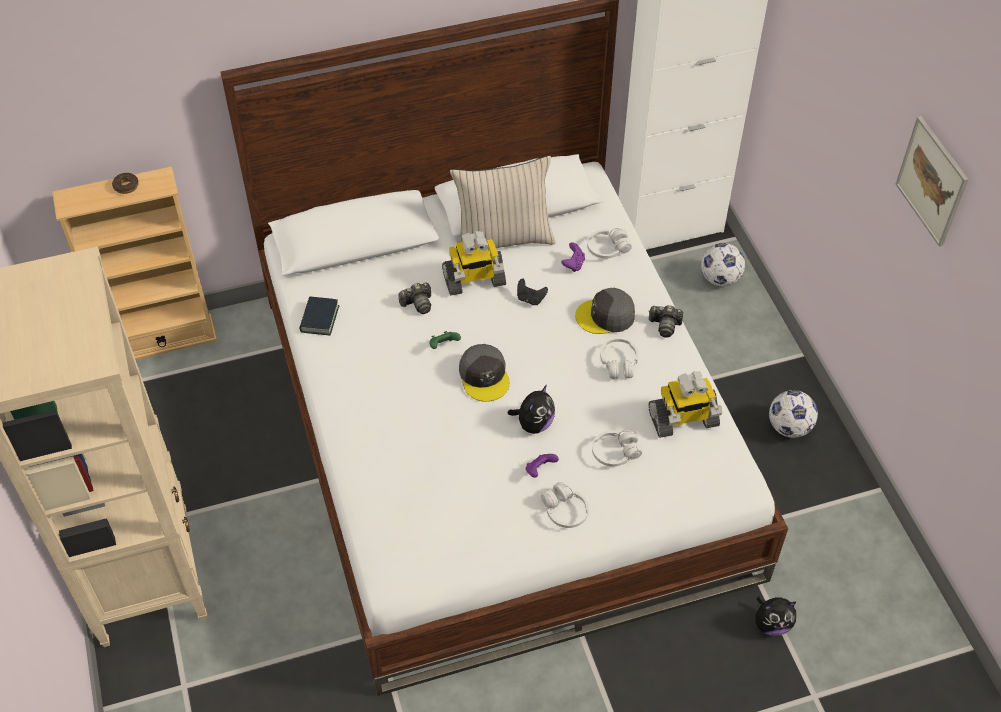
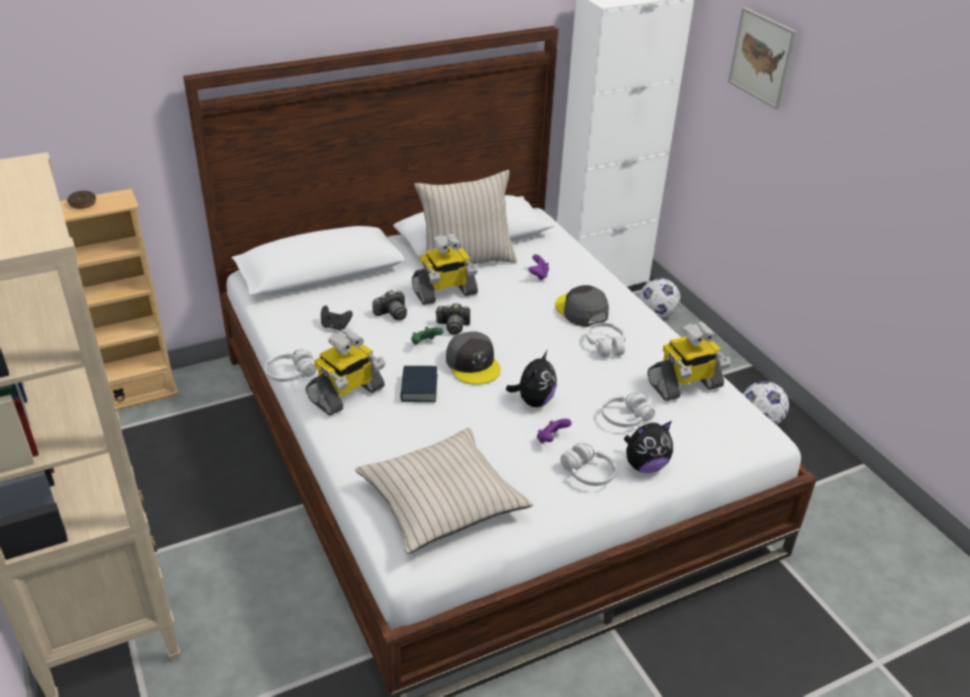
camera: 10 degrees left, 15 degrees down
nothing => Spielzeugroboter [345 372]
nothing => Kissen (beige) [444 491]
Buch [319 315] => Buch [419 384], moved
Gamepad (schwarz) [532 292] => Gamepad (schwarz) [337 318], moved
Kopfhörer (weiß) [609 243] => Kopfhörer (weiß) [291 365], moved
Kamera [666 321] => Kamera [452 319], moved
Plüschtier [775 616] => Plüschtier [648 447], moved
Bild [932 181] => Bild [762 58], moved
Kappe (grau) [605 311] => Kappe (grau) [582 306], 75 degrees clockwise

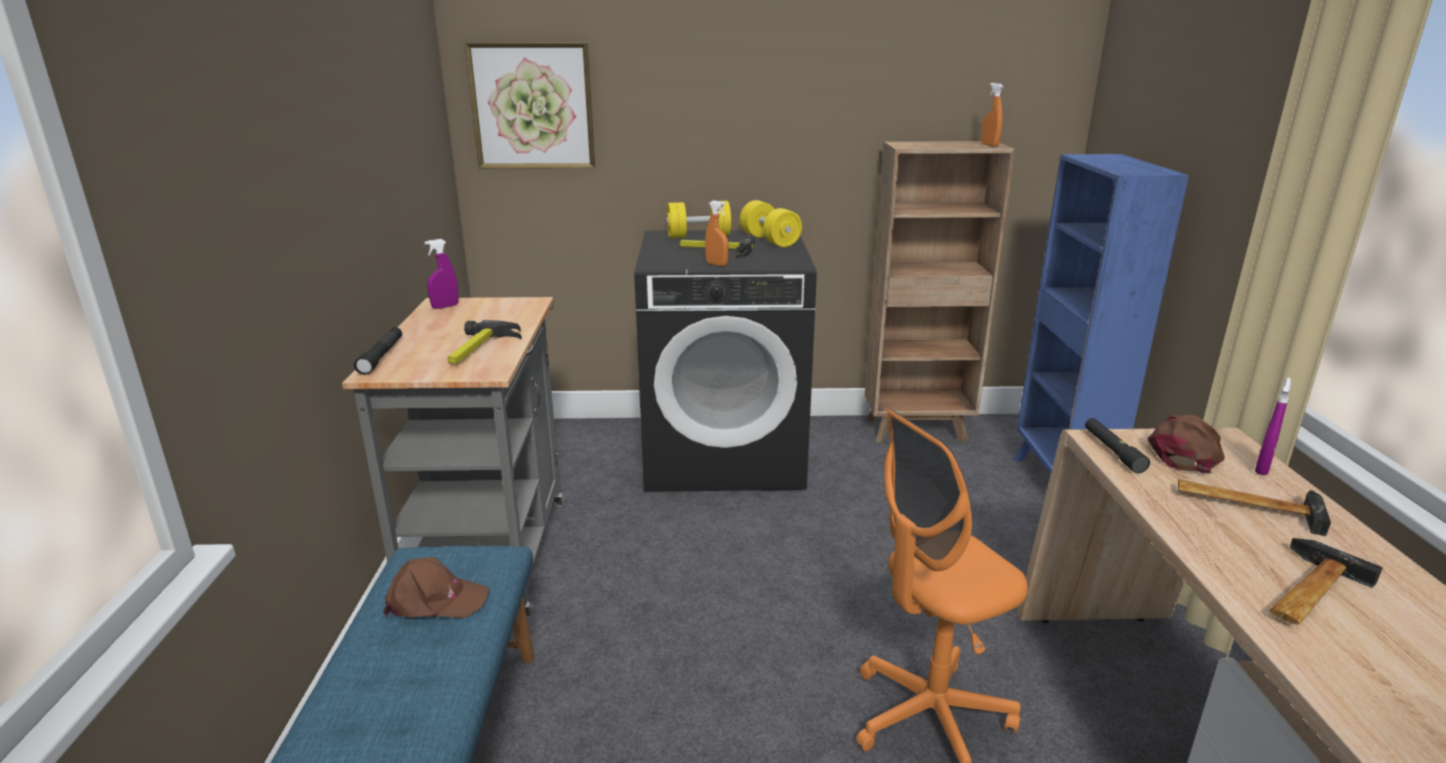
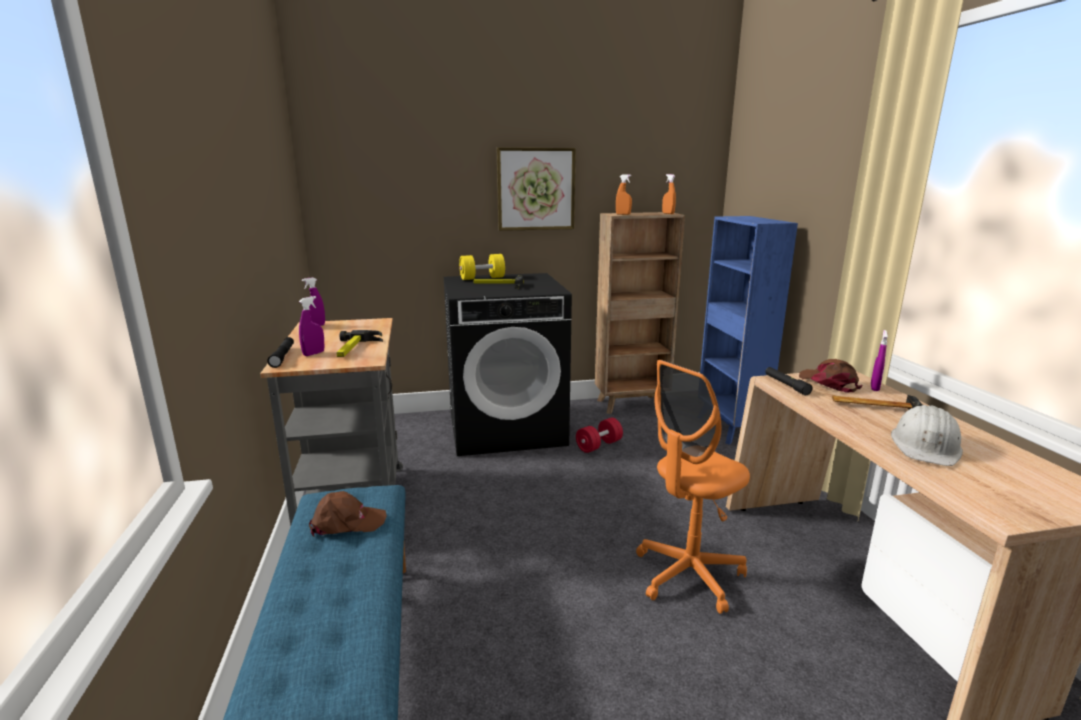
camera: 10 degrees left, 5 degrees down
Hantel (gelb) [771 223] => nothing
nothing => Sprühflasche (lila) [311 326]
nothing => Hantel (rot) [599 435]
Bild [529 105] => Bild [536 189], moved
Sprühflasche (orange) [717 233] => Sprühflasche (orange) [624 194], moved
Hammer [1326 581] => Schutzhelm (weiß) [927 435]
Kappe (braun) [1186 444] => Kappe (braun) [830 376], 45 degrees counterclockwise

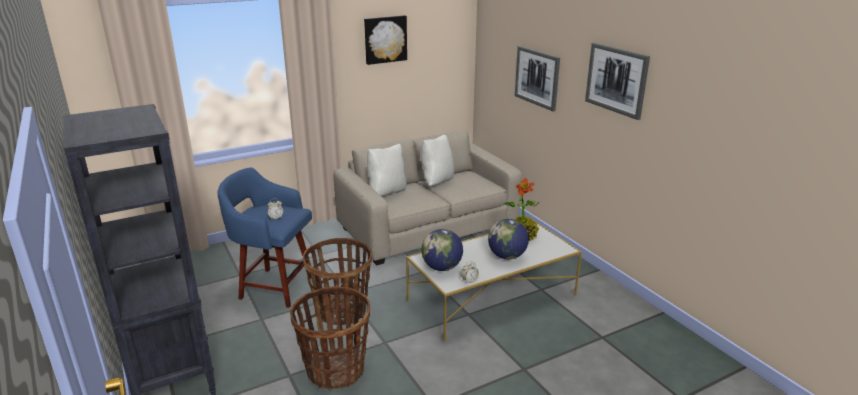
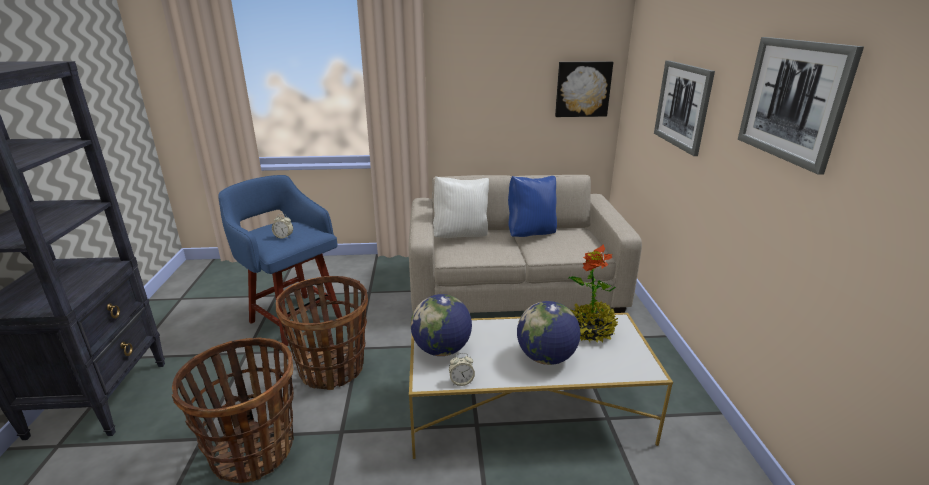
camera: 25 degrees right, 0 degrees up
Bild [385 40] => Bild [584 89], moved
Kissen (weiß) [437 160] => Kissen (blau) [532 206]

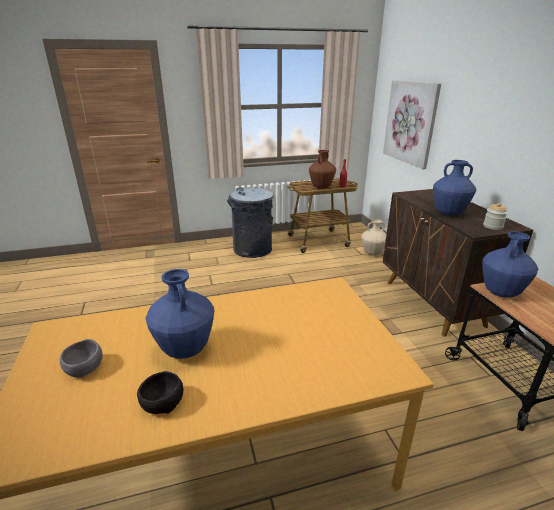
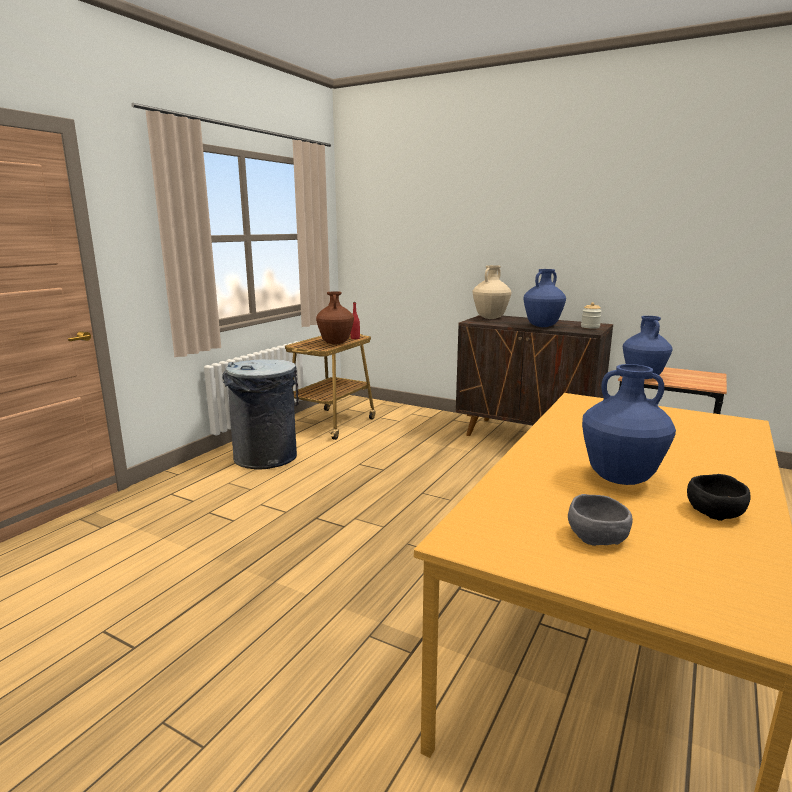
camera: 45 degrees left, 10 degrees down
Bild [412 124] => nothing
Vase (beige) [374 237] => Vase (beige) [492 292], moved

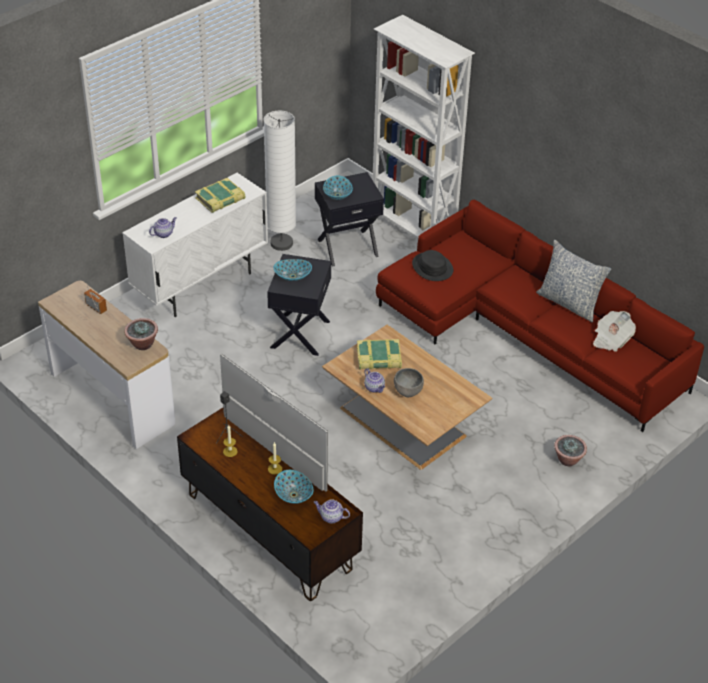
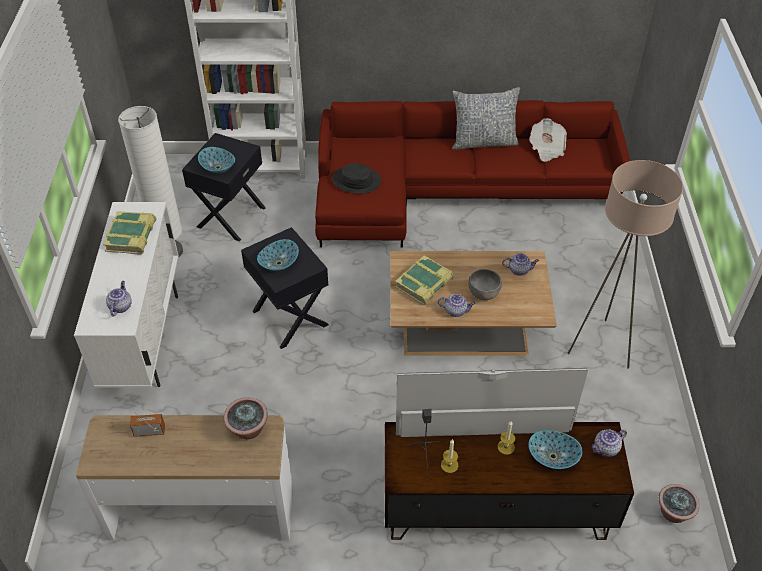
camera: 45 degrees left, 5 degrees up
nothing => Teekanne [520 264]
nothing => Stehlampe (beige) [625 264]
Topfpflanze [570 450] => Topfpflanze [679 503], moved

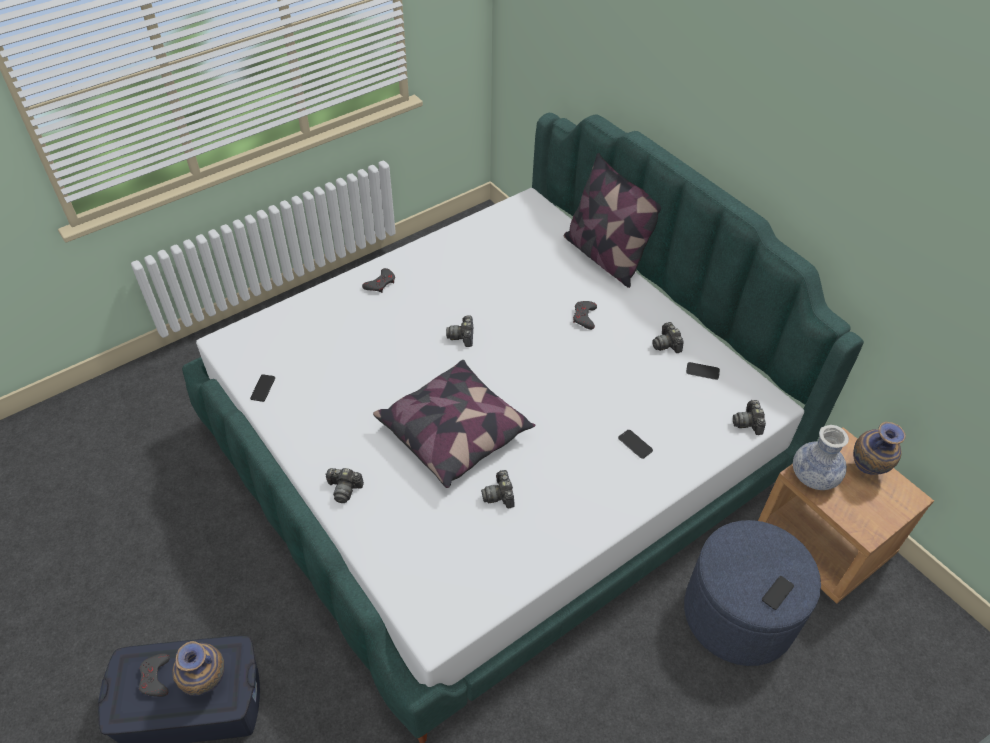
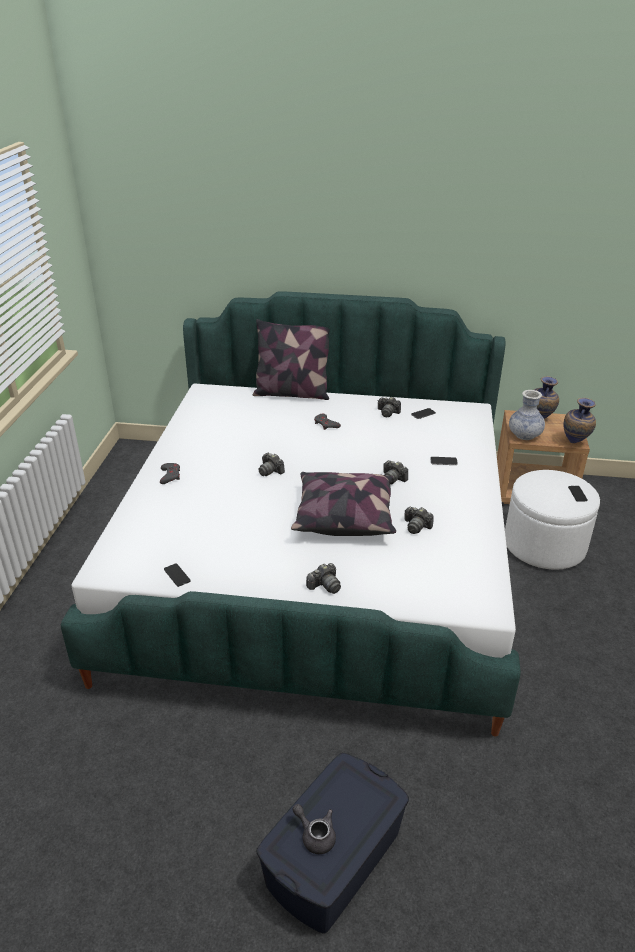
camera: 45 degrees left, 15 degrees down
Vase [198 668] => Vase [579 420], moved
Kamera [749 417] => Kamera [395 472], moved
Gamepad (grau) [154 675] => Teekanne (grau) [314 829]
Polsterhocker (blau) [752 593] => Polsterhocker (weiß) [552 520]

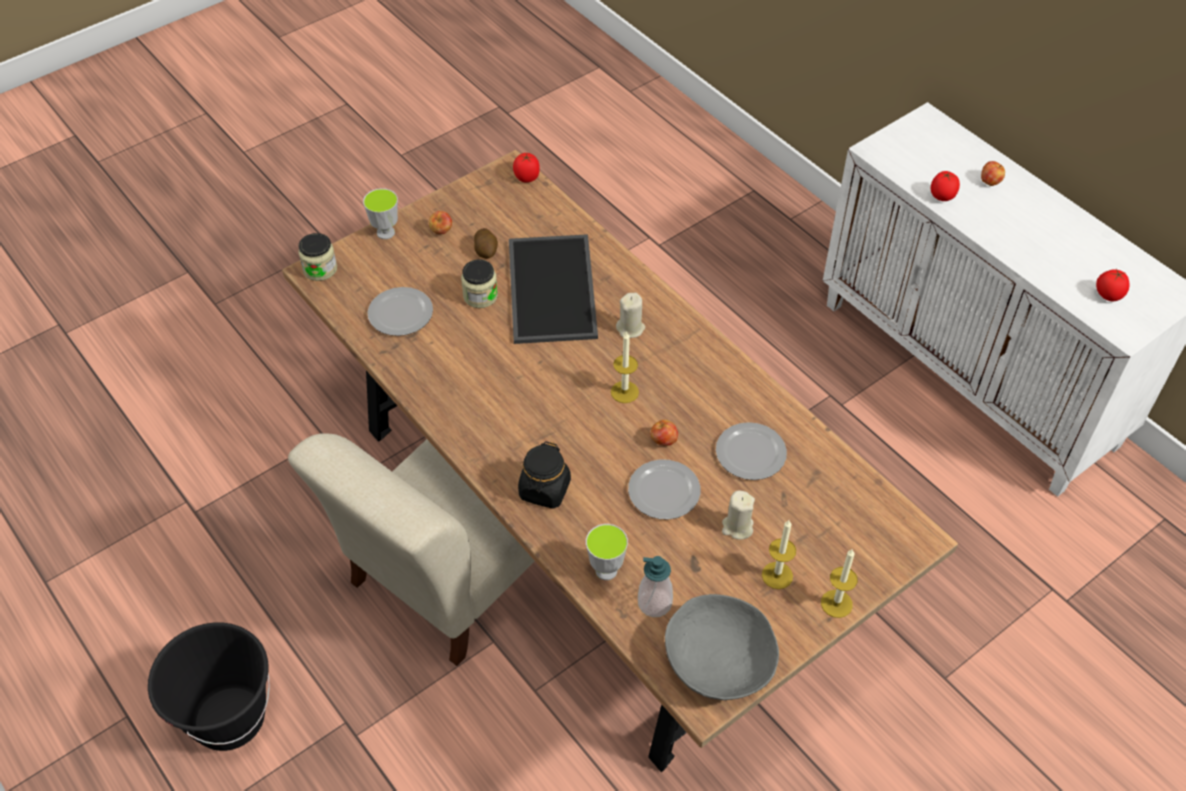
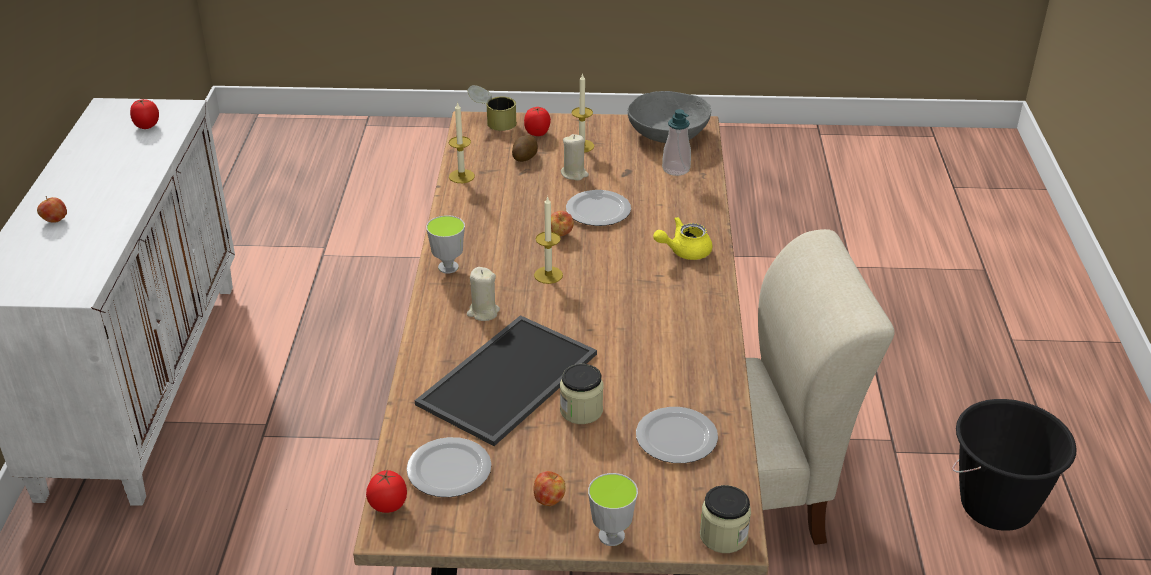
camera: 140 degrees left, 15 degrees down
nothing => Dose [492 108]
Kartoffel [486 243] => Kartoffel [525 148], moved
Tasse [607 552] => Tasse [445 244], moved
Teller [751 451] => Teller [449 467], moved
Kerze [839 583] => Kerze [462 142], moved
Tomate [945 186] => Tomate [537 121], moved
Vorratsglas (schwarz) [544 475] => Teekanne (gelb) [682 238]

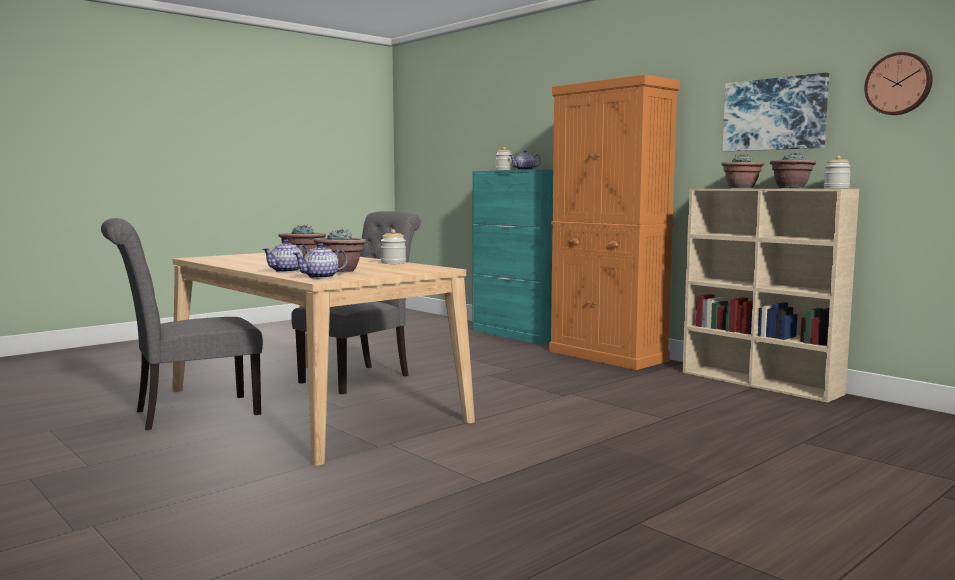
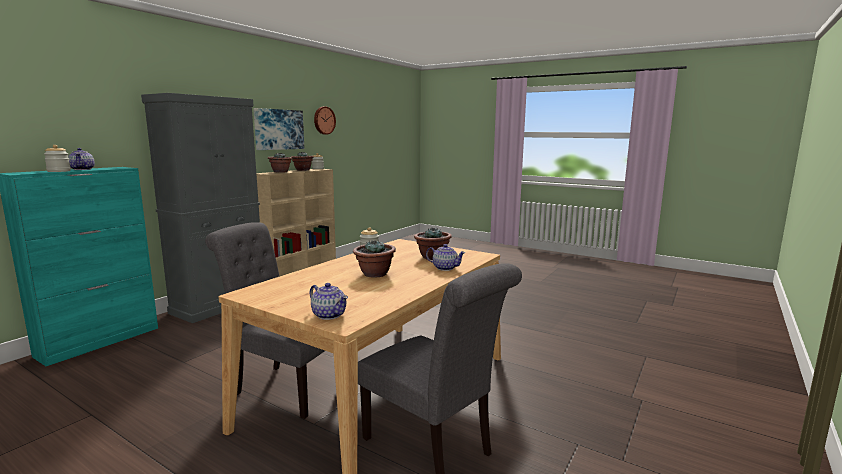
camera: 105 degrees left, 5 degrees up
Teekanne [320 261] => Teekanne [329 301], moved
Schrank (orange) [614 222] => Schrank (grau) [200 208]

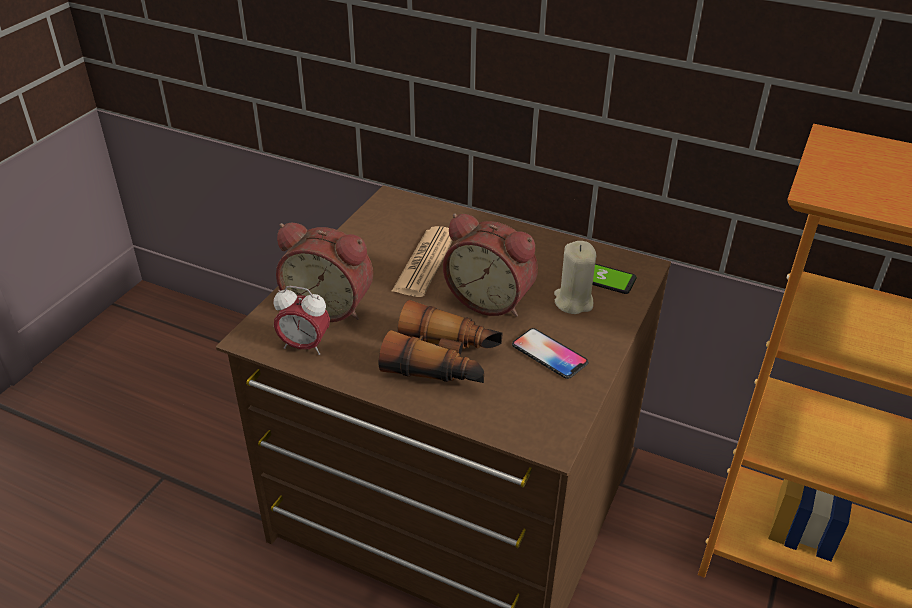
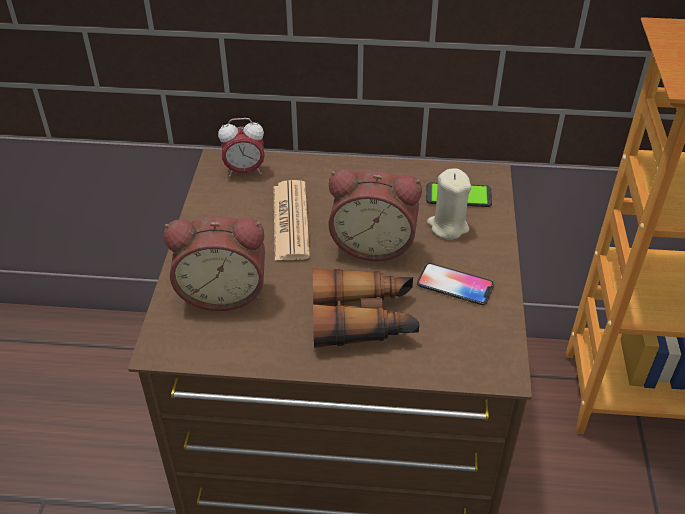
camera: 20 degrees left, 5 degrees up
Wecker [301 320] => Wecker [241 147], moved

